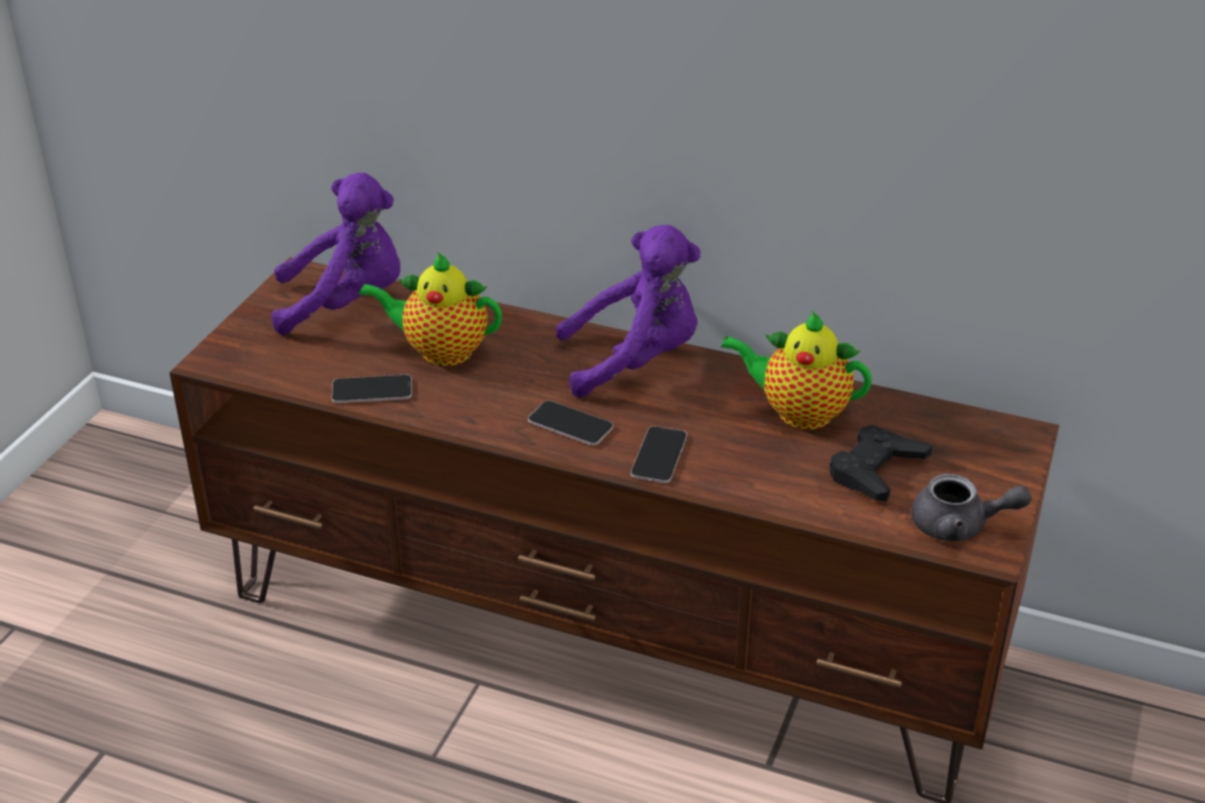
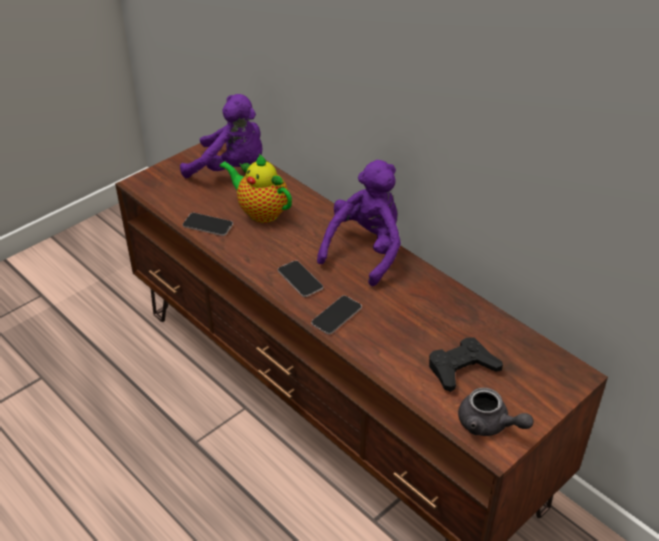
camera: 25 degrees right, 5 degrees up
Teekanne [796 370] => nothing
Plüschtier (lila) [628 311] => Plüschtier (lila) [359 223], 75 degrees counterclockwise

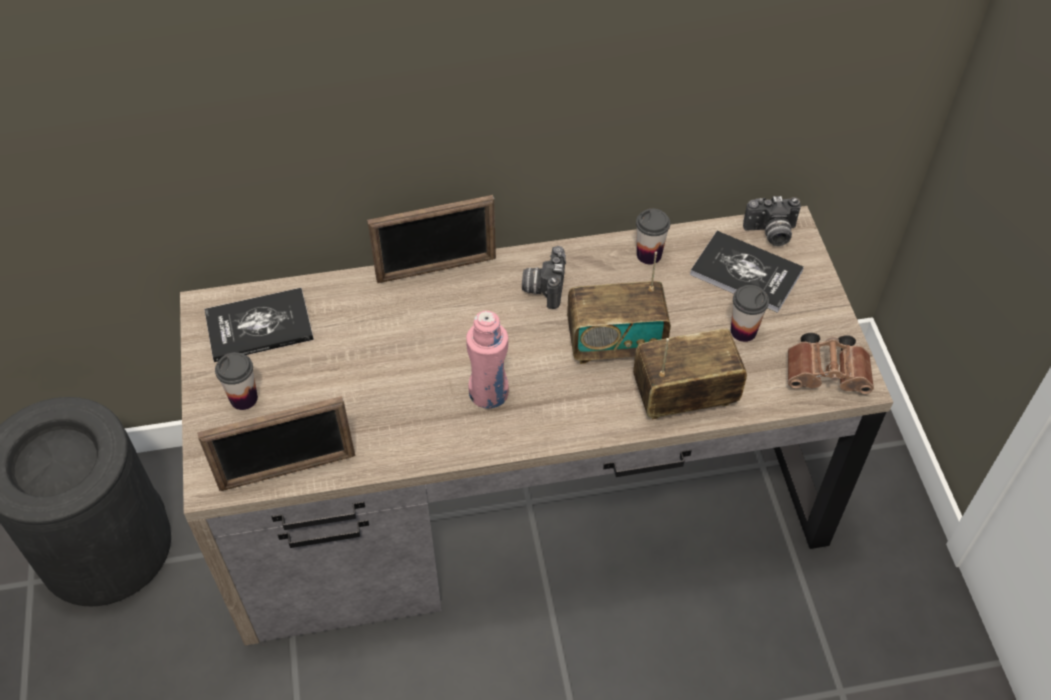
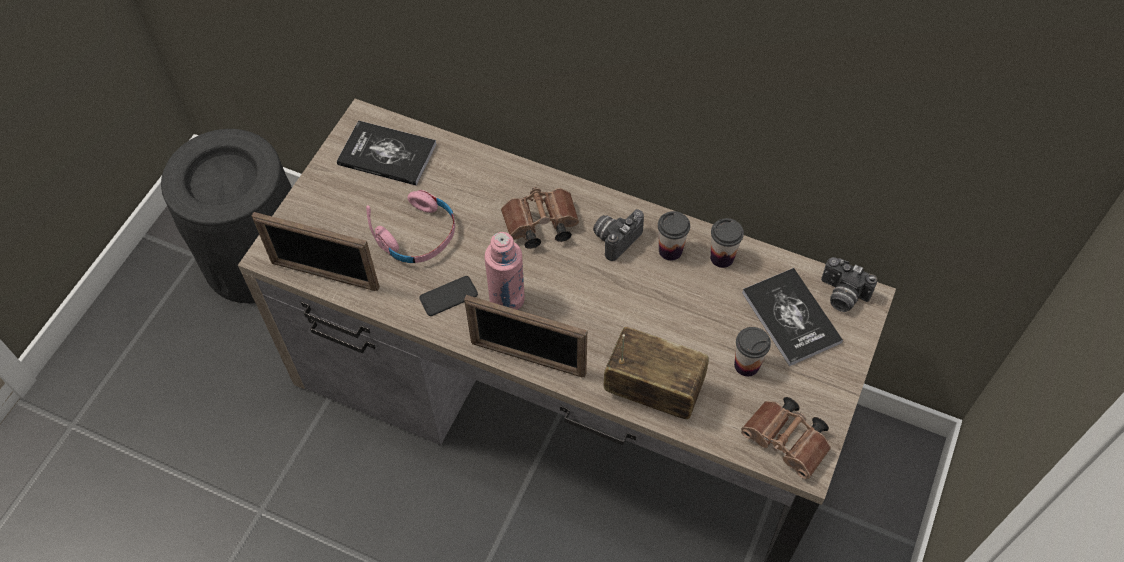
camera: 35 degrees right, 5 degrees up
Radio [619 307] => nothing
nothing => Kopfhörer (rosa) [410 226]
nothing => Handy [448 296]
nothing => Fernglas (braun) [540 218]
Tasse [236 381] => Tasse [674 236], moved
Bilderrahmen [431 239] => Bilderrahmen [525 336], moved

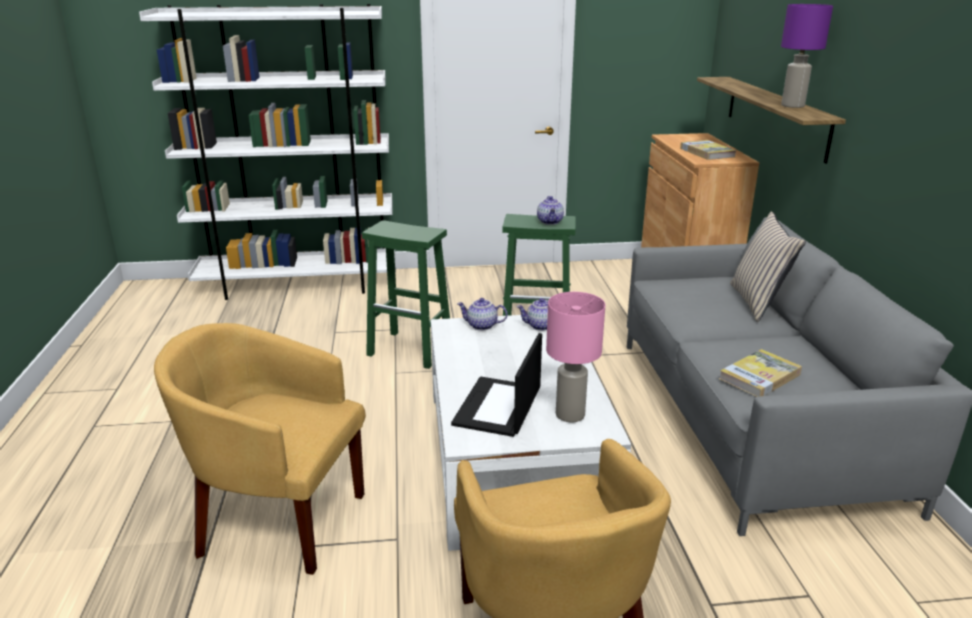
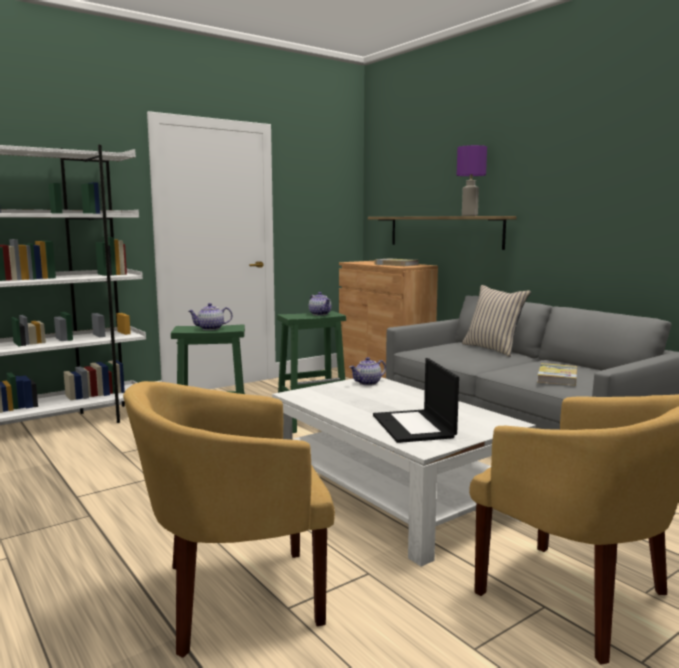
camera: 30 degrees left, 15 degrees down
Tischlampe (rosa) [575 357] => nothing
Teekanne [482 314] => Teekanne [210 316], moved

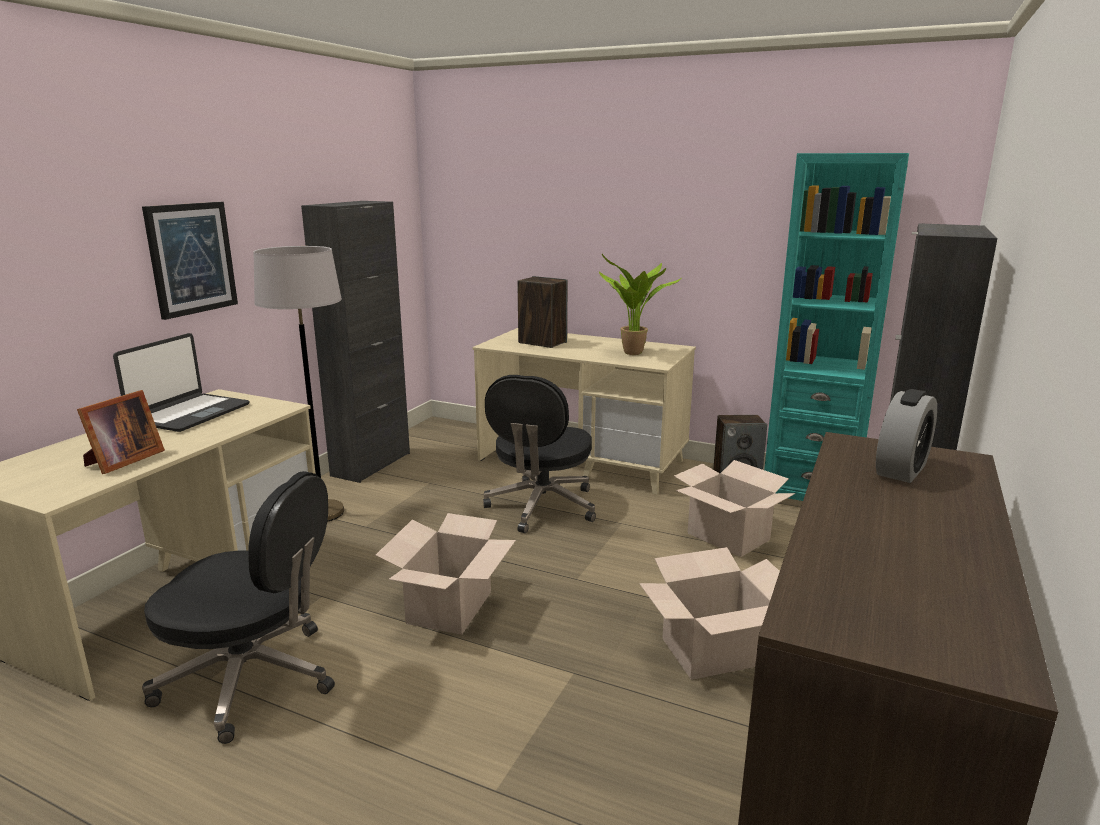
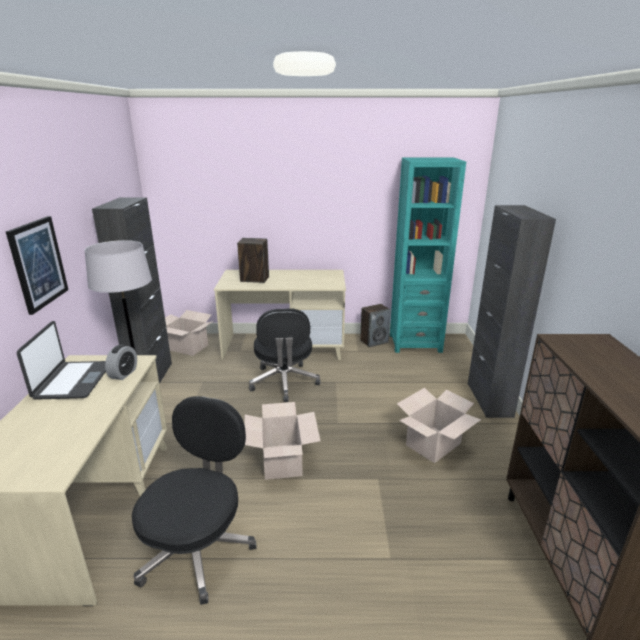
camera: 25 degrees left, 5 degrees up
Bilderrahmen [121 432] => nothing
Topfpflanze [640 304] => nothing
Karton [735 508] => Karton [189 333], moved
Wecker [906 436] => Wecker [121 362], moved
Bürostuhl (schwarz) [238 607] => Bürostuhl (schwarz) [194 500], 60 degrees counterclockwise

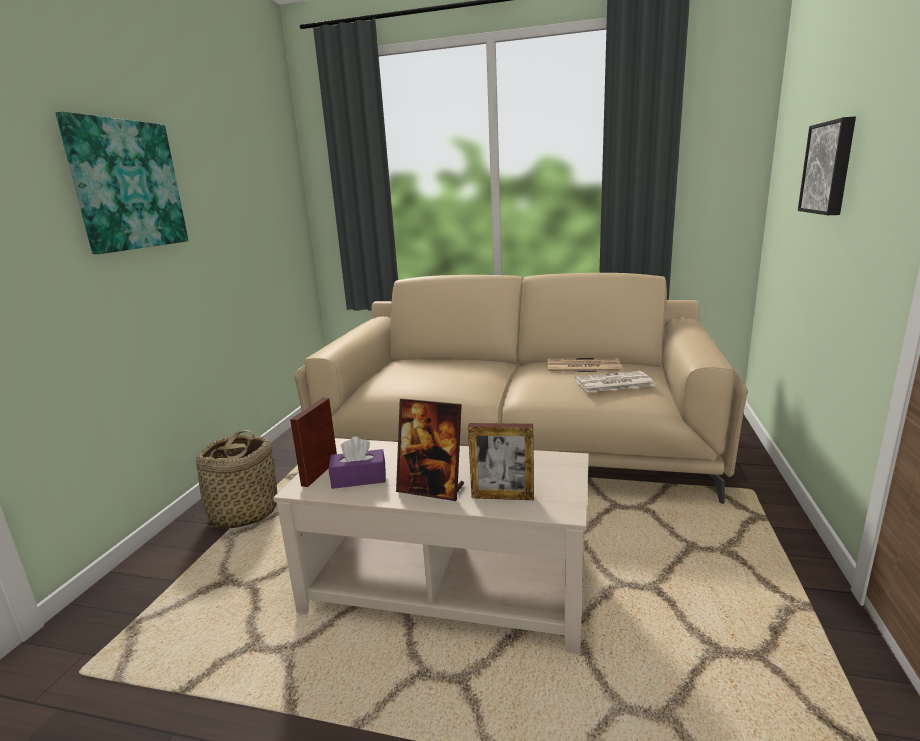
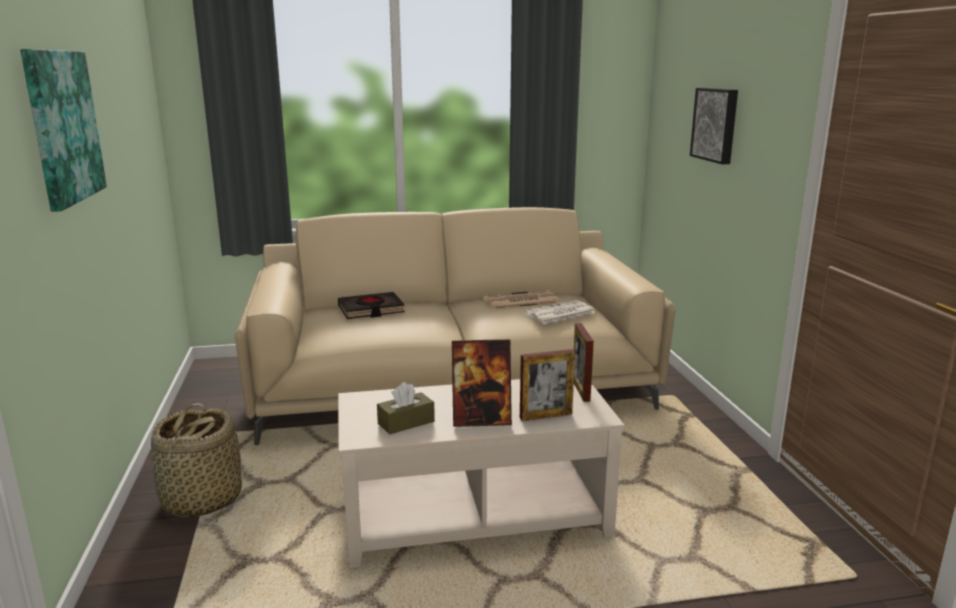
camera: 25 degrees left, 0 degrees up
nothing => Buch (schwarz) [371 305]
Bilderrahmen [313 442] => Bilderrahmen [584 362], moved
Taschentuchbox (lila) [357 463] => Taschentuchbox (braun) [406 408]

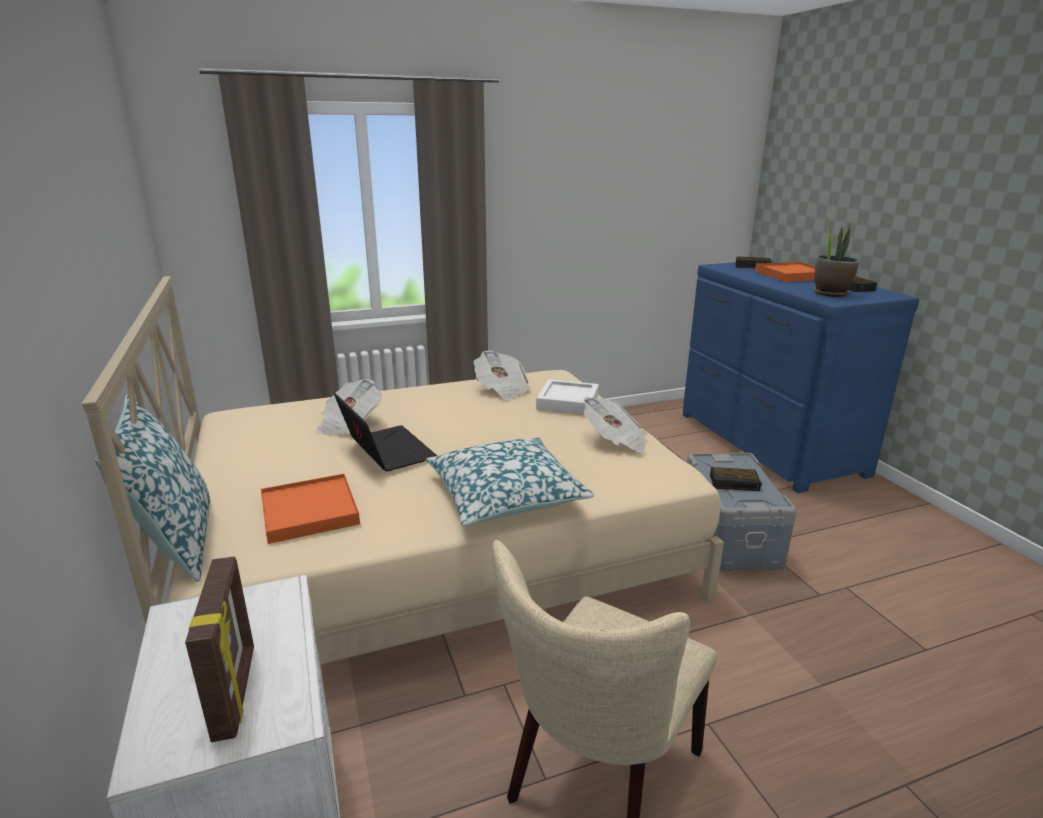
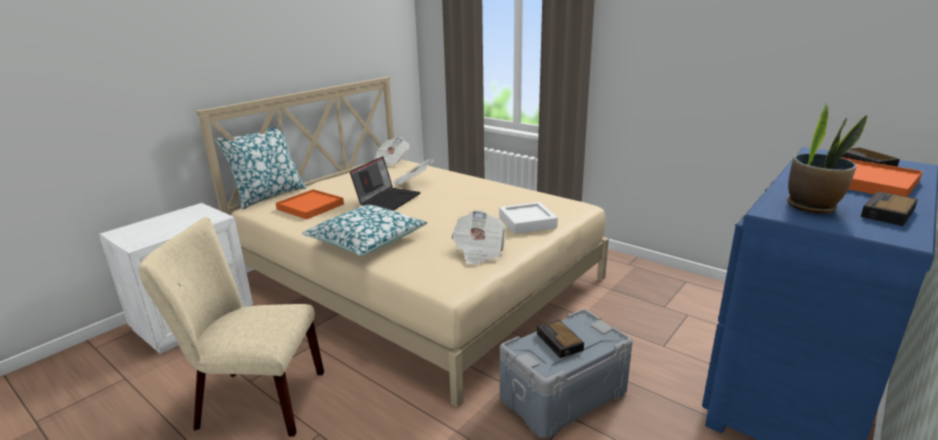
camera: 60 degrees right, 0 degrees up
Bilderrahmen [219 649] => nothing
Zeitung [501 375] => Zeitung [392 152], moved

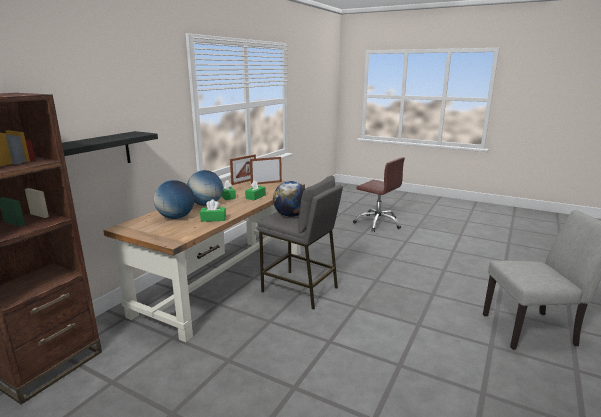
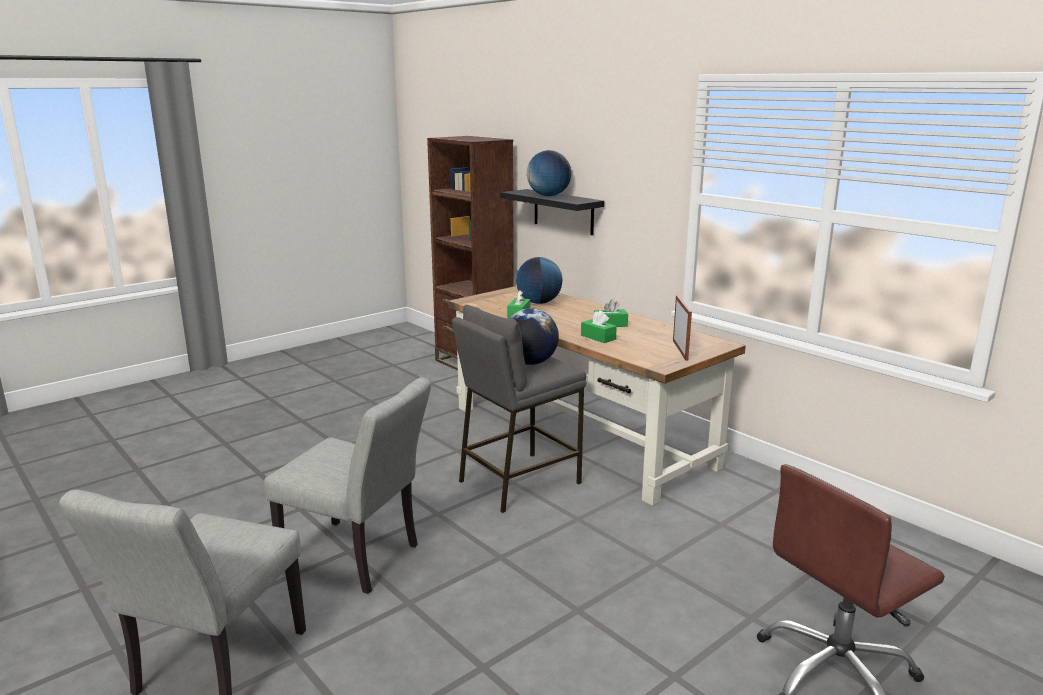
camera: 110 degrees right, 0 degrees up
Bilderrahmen [243 170] => nothing
nothing => Stuhl (grau) [347 485]
Globus [205 188] => Globus [549 173], moved

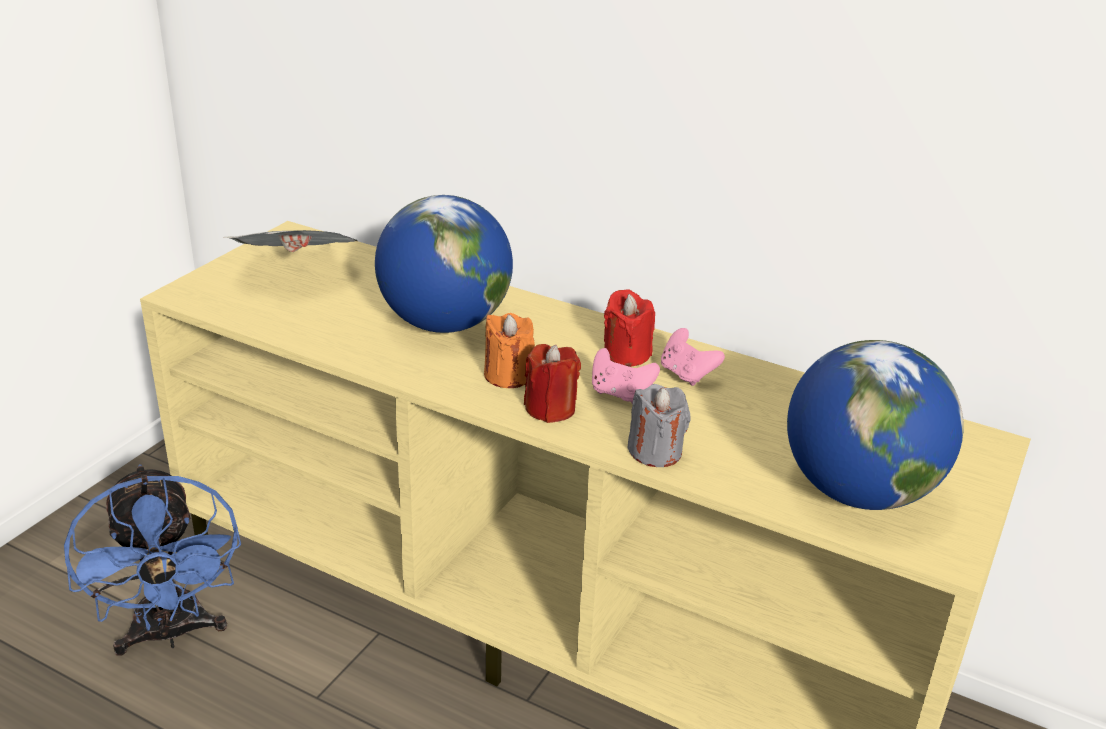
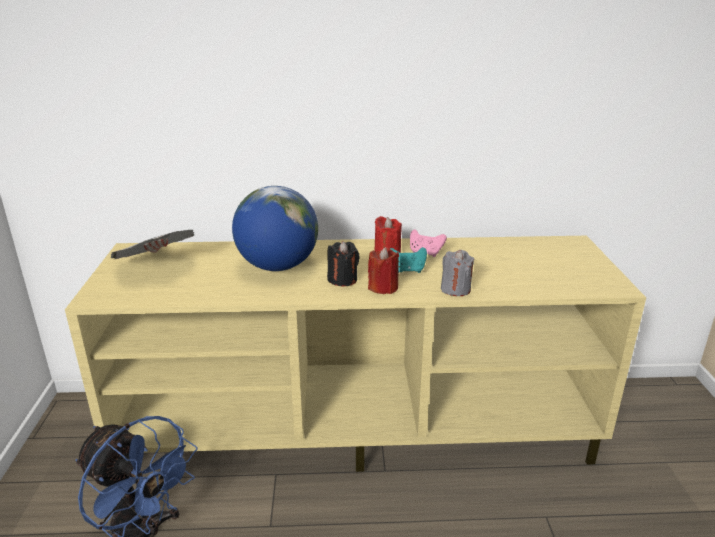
camera: 30 degrees left, 5 degrees down
Globus [875 425] => nothing
Kerze (orange) [509 350] => Kerze (schwarz) [343 263]
Gamepad (rosa) [626 376] => Gamepad (türkis) [408 260]

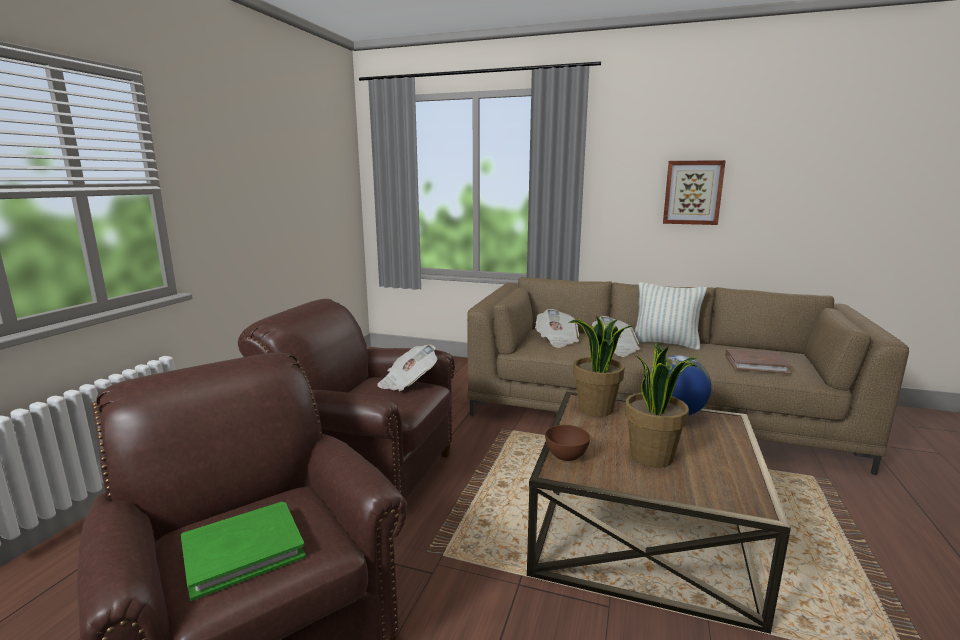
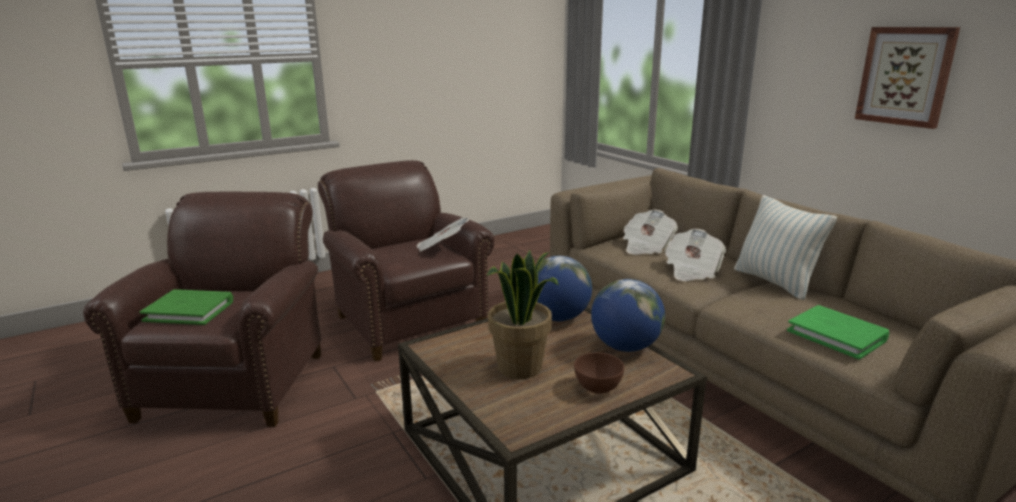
camera: 40 degrees right, 5 degrees up
Schüssel (braun) [567 443] => Schüssel (braun) [599 373], moved
Topfpflanze [600 366] => Globus [563 288]
Buch (braun) [759 361] => Buch (grün) [838 332]

